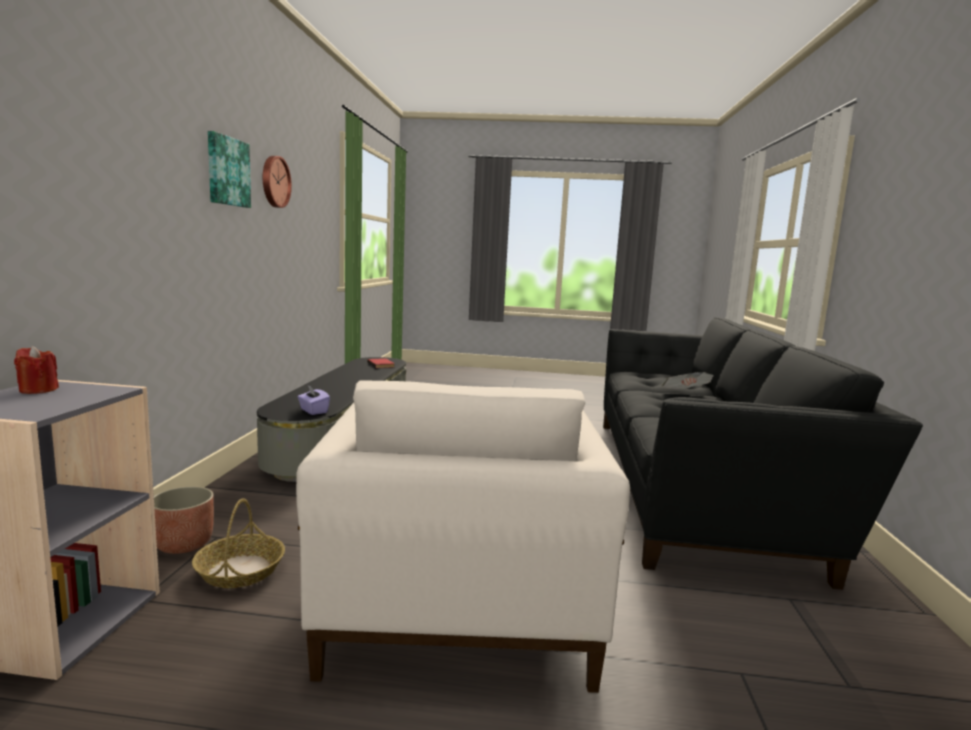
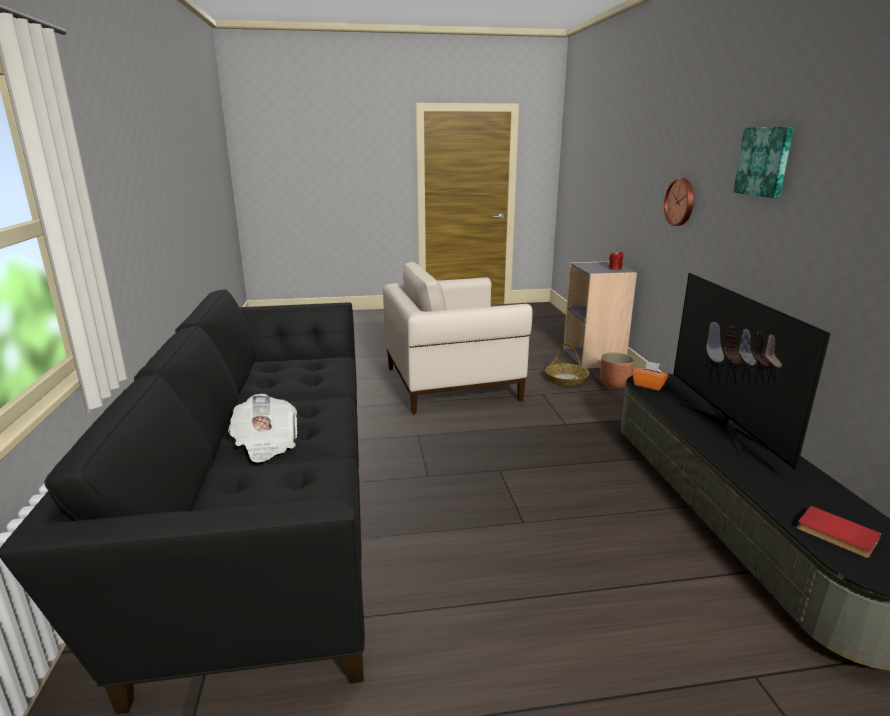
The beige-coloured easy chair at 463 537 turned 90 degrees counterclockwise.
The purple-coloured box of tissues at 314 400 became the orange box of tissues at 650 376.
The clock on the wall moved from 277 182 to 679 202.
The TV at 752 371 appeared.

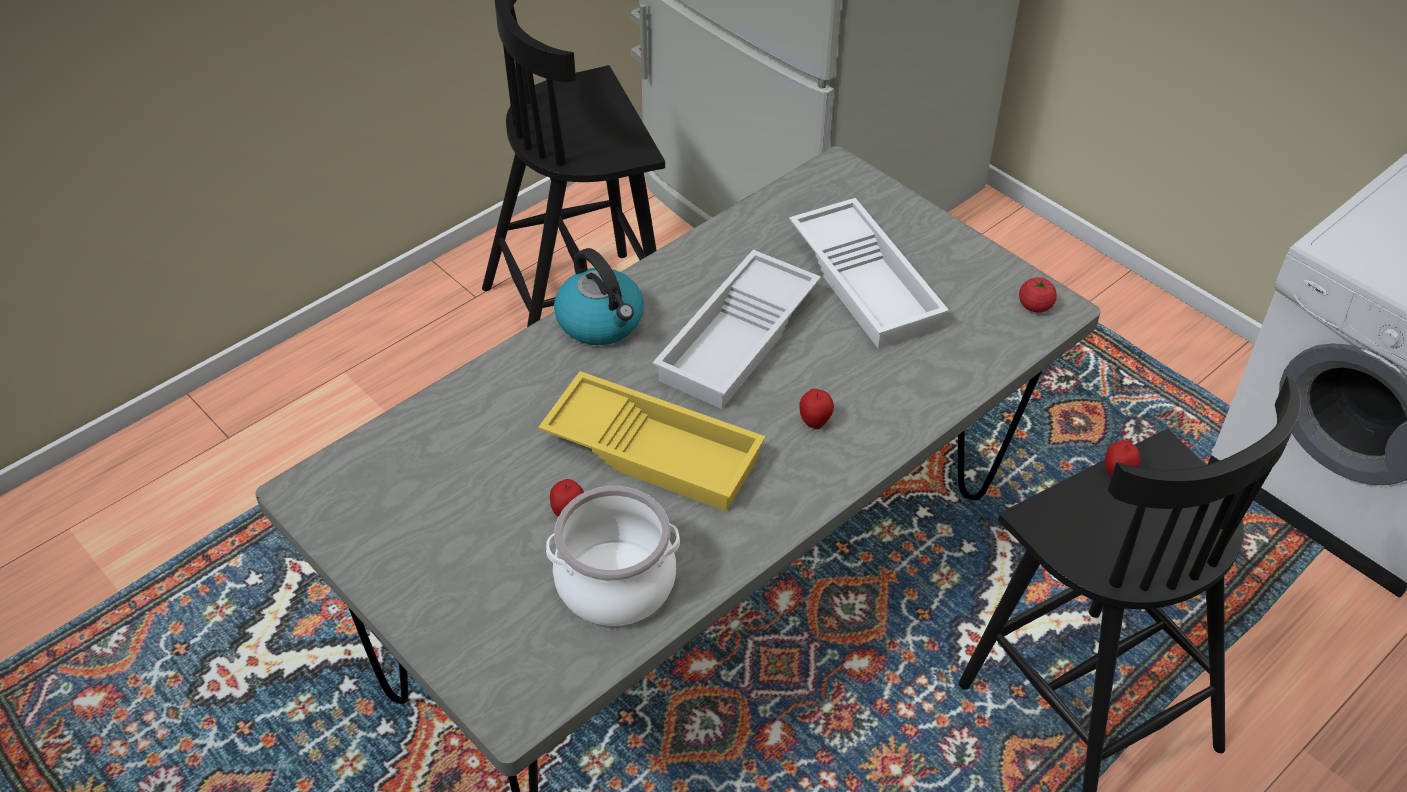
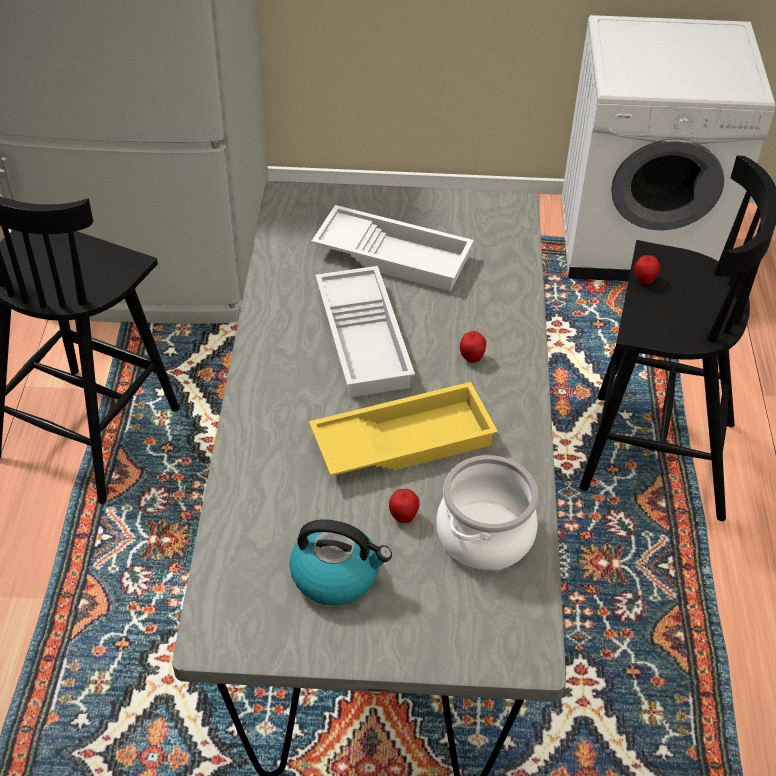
The kettle moved from 599 296 to 340 562.
The tomato at 1038 295 disappeared.

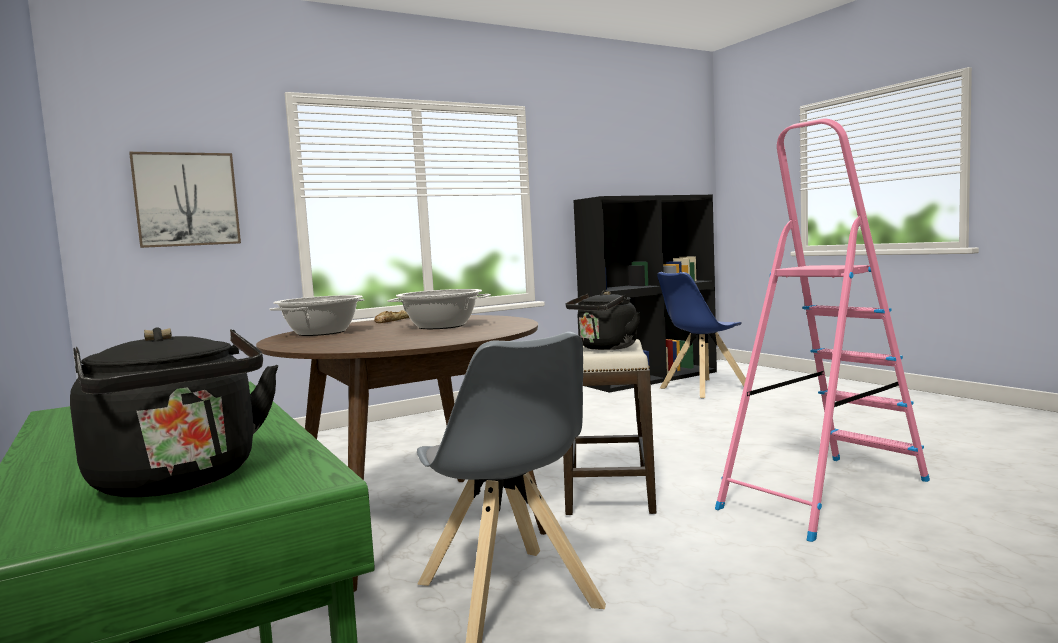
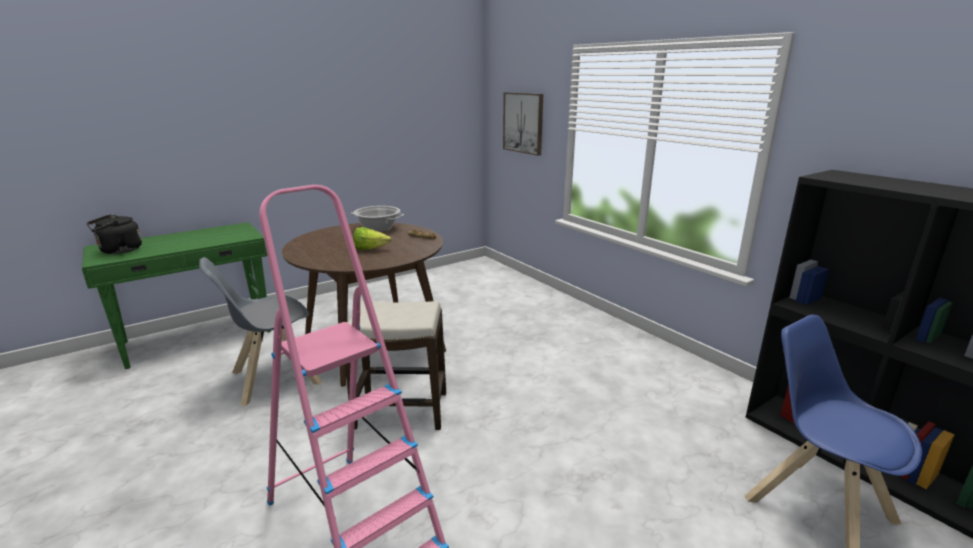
The cooking pot at 439 309 was replaced by the lettuce head at 372 238.
The black kettle at 602 320 disappeared.

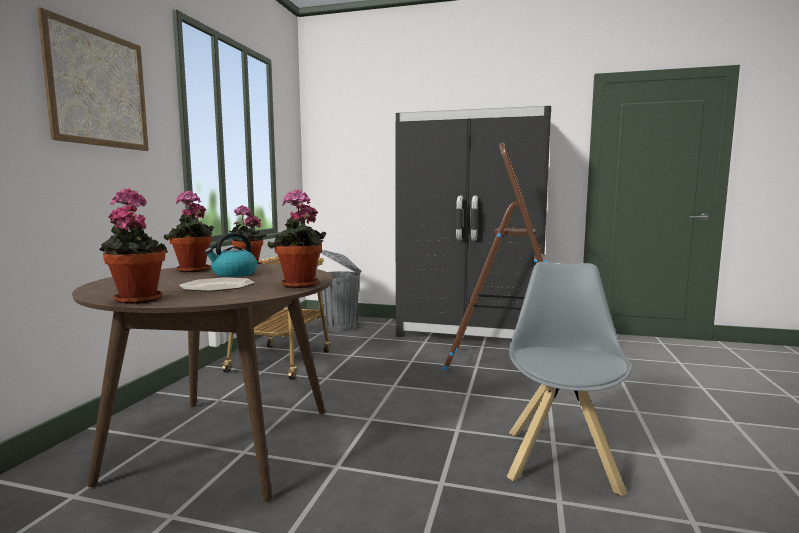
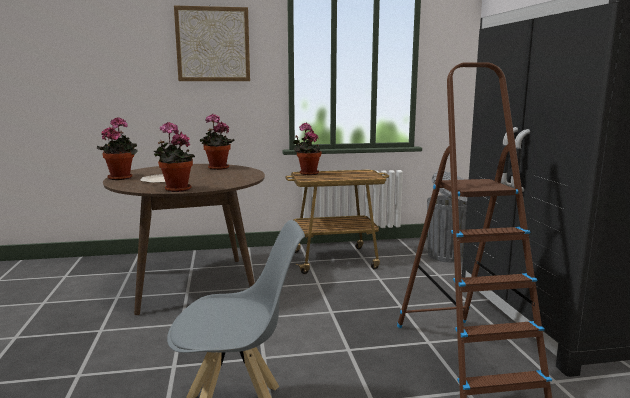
The kettle at 231 254 disappeared.

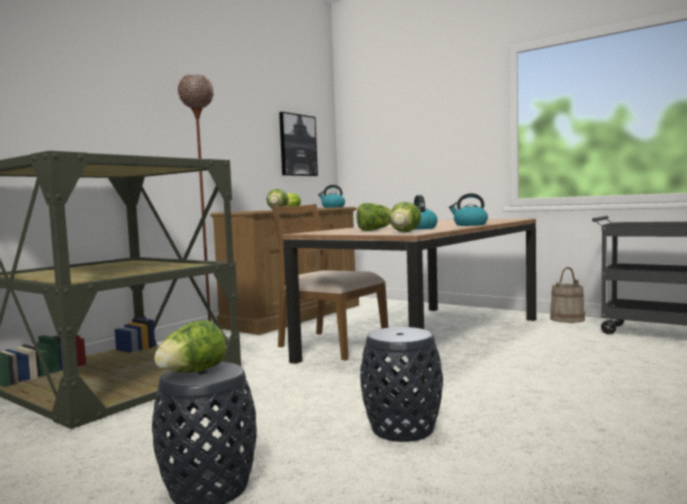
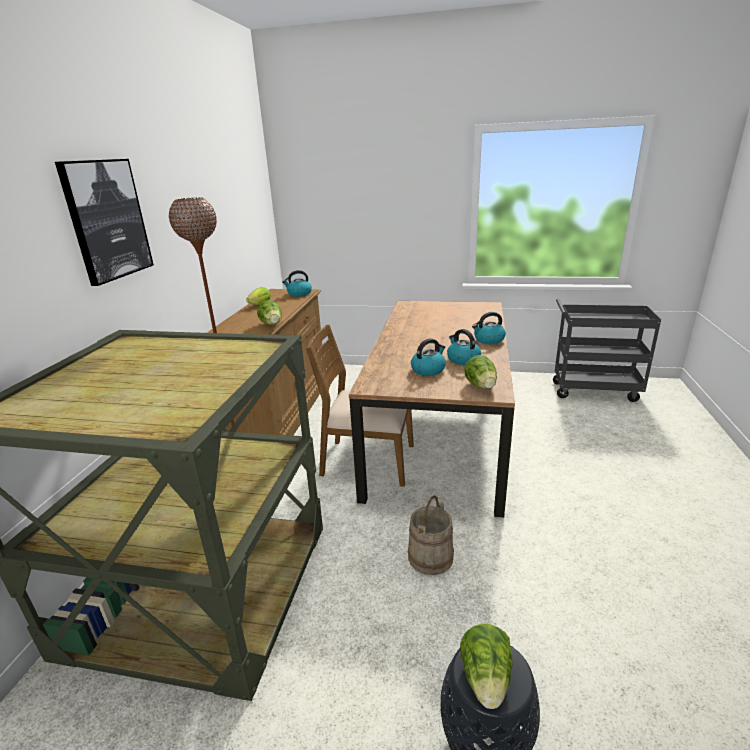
The picture moved from 298 144 to 104 222.
The beige-coloured water bucket moved from 567 295 to 431 535.
The lettuce head at 374 217 was replaced by the kettle at 428 357.
The black stool at 401 384 disappeared.

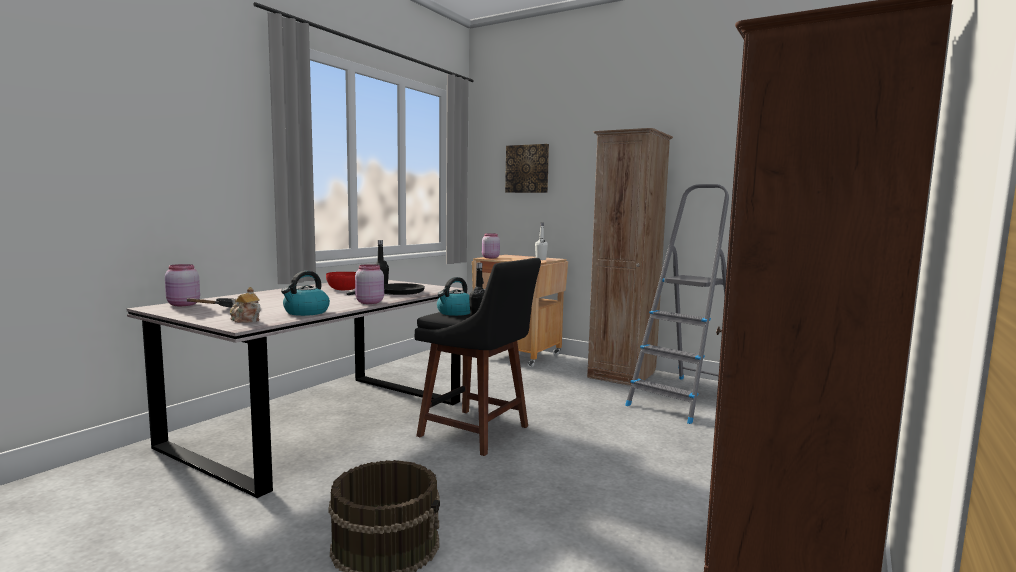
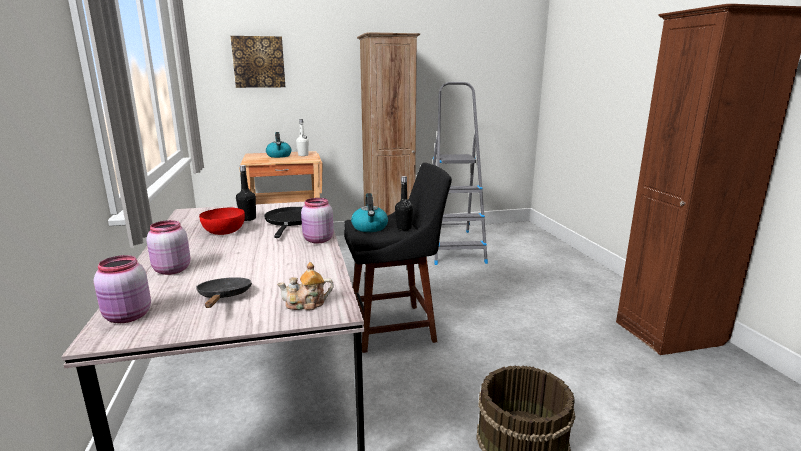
The pinkish jar moved from 491 245 to 169 247.
The kettle moved from 305 293 to 278 145.

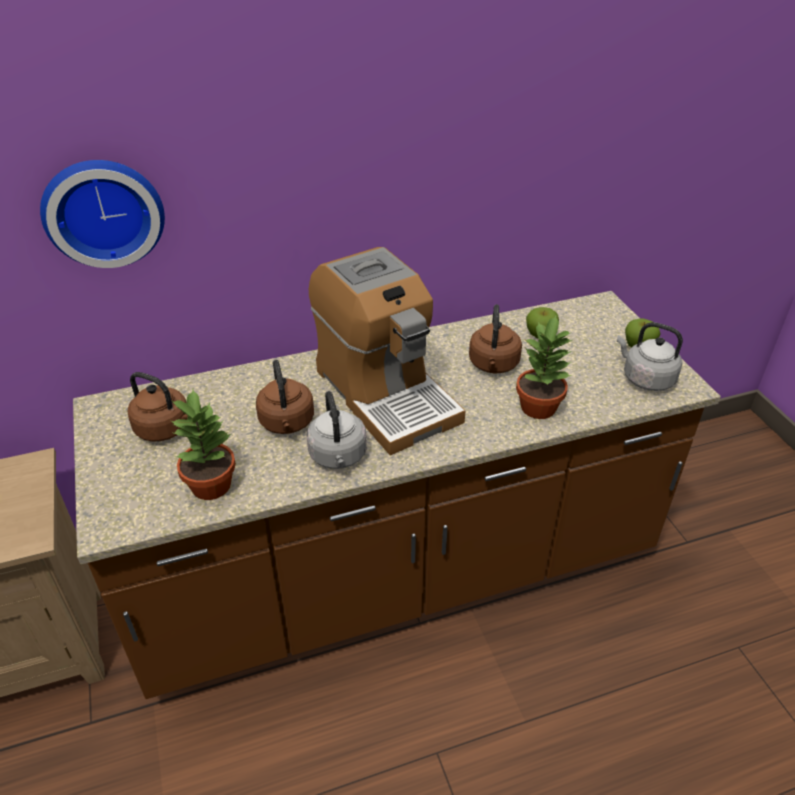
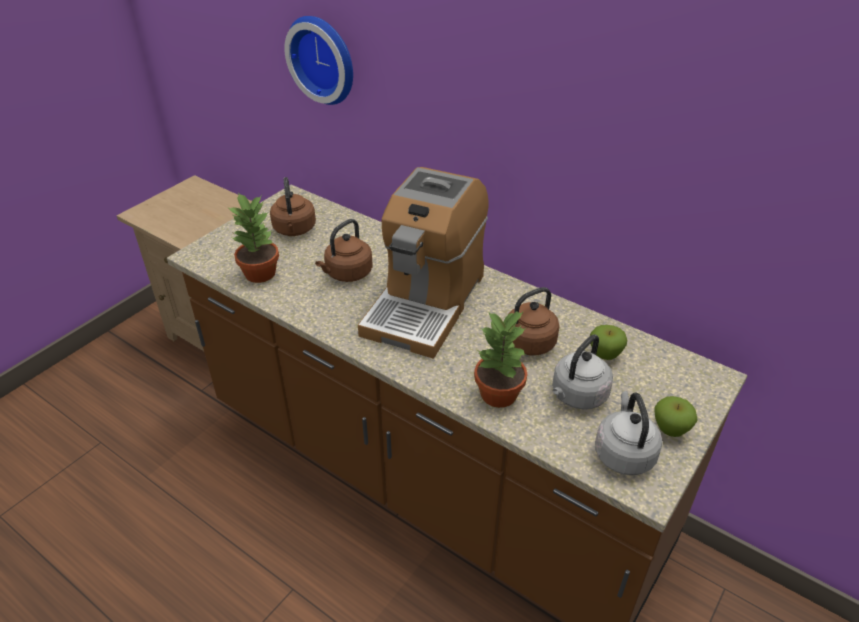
The gray kettle moved from 337 430 to 582 371.

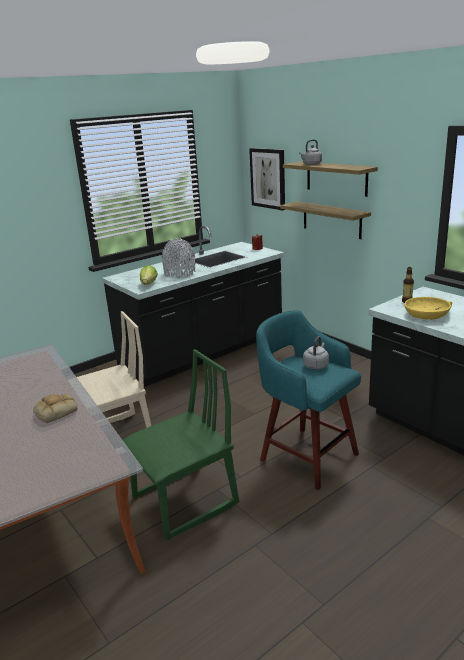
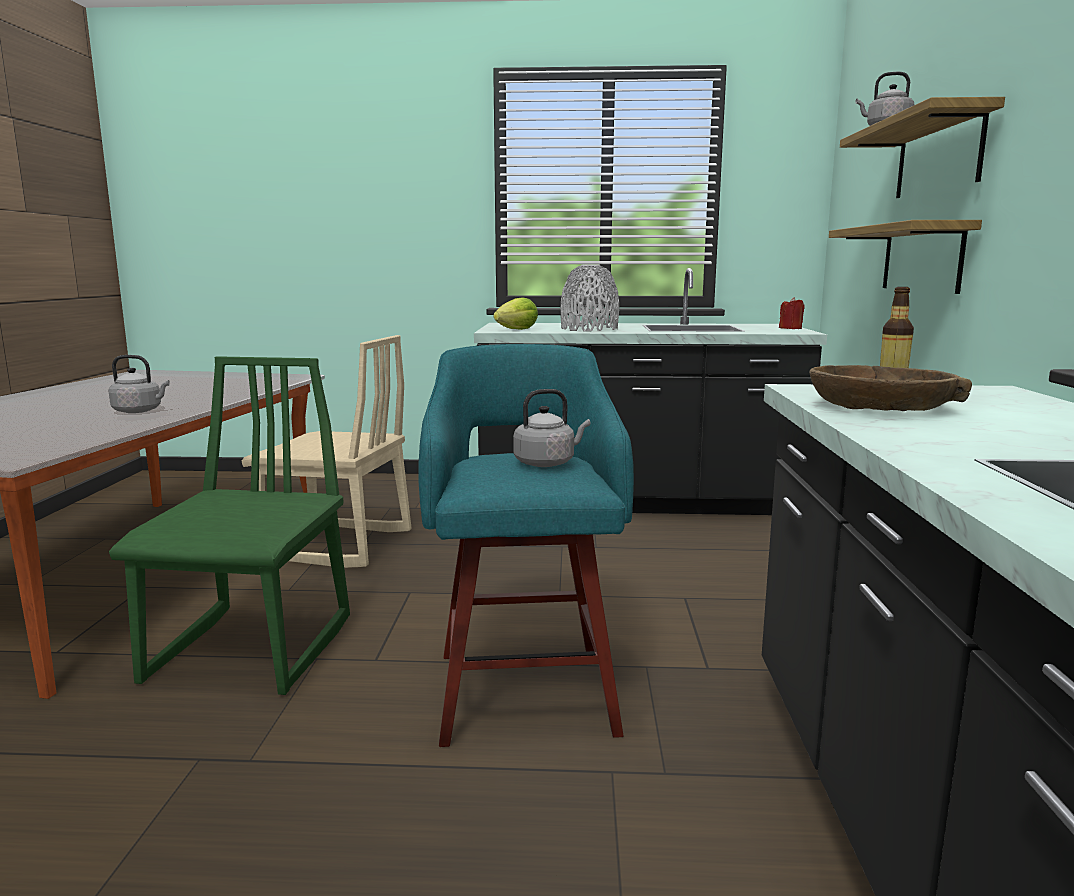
The bread at 55 408 was replaced by the gray kettle at 139 384.
The green-coloured chair at 181 445 turned 90 degrees counterclockwise.
The yellowish serving bowl at 428 308 became the brown serving bowl at 890 388.
The picture at 267 179 disappeared.

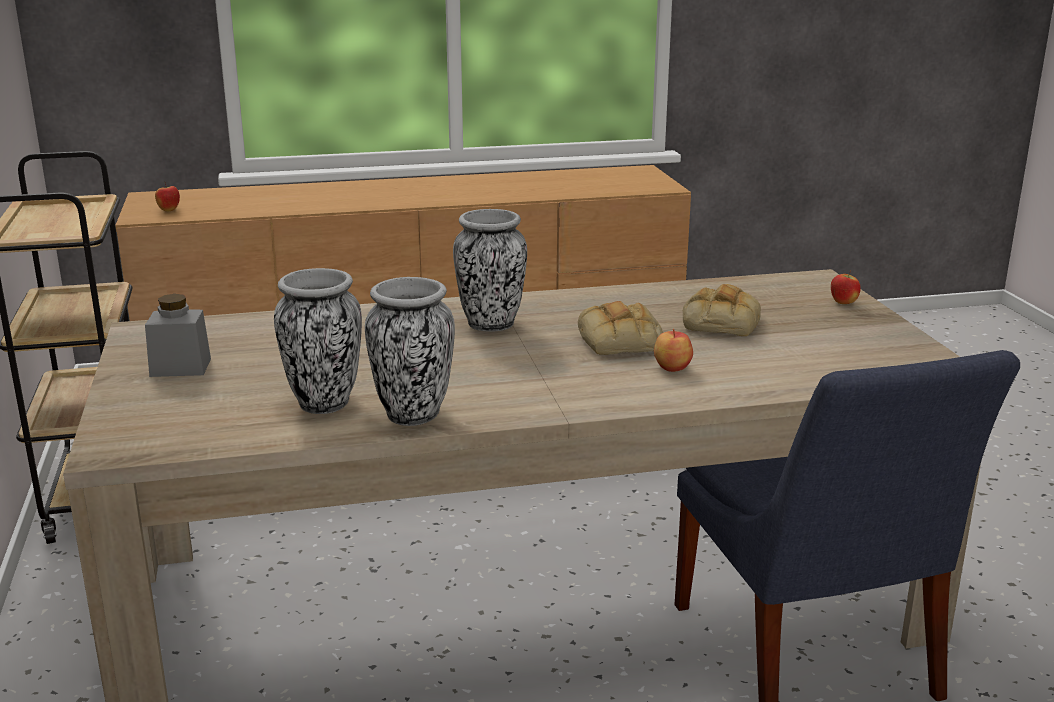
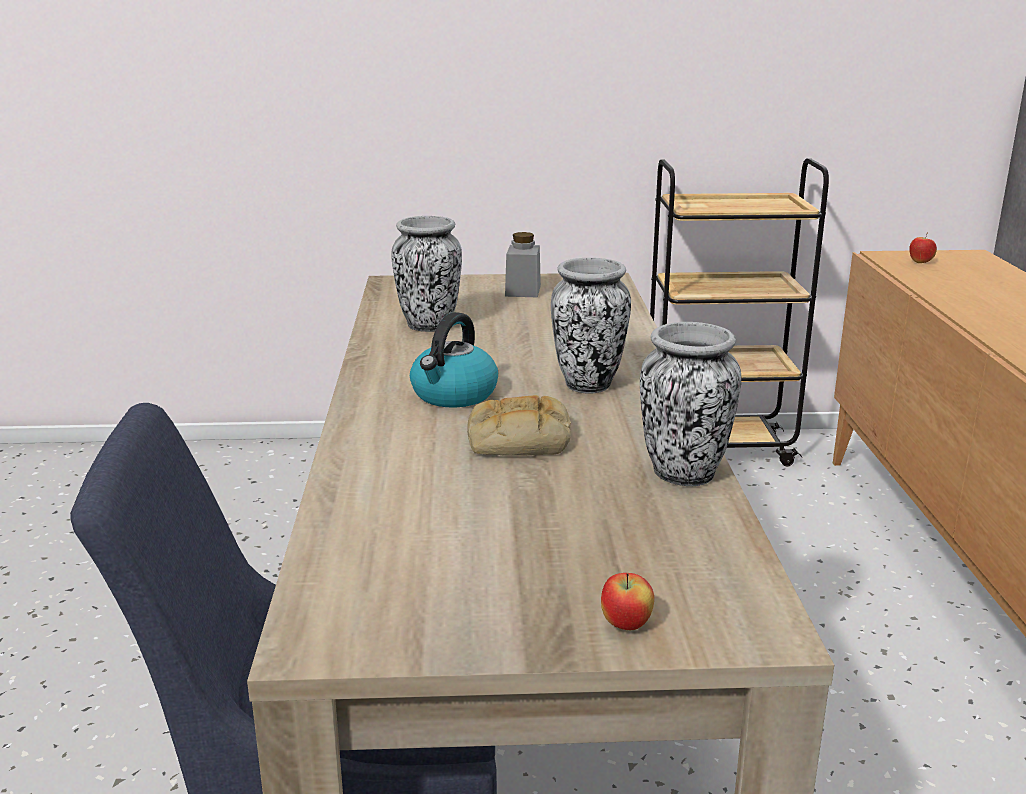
The kettle at 454 360 appeared.
The decorative vase moved from 410 351 to 690 404.
The apple at 673 350 disappeared.
The bread at 722 310 disappeared.

